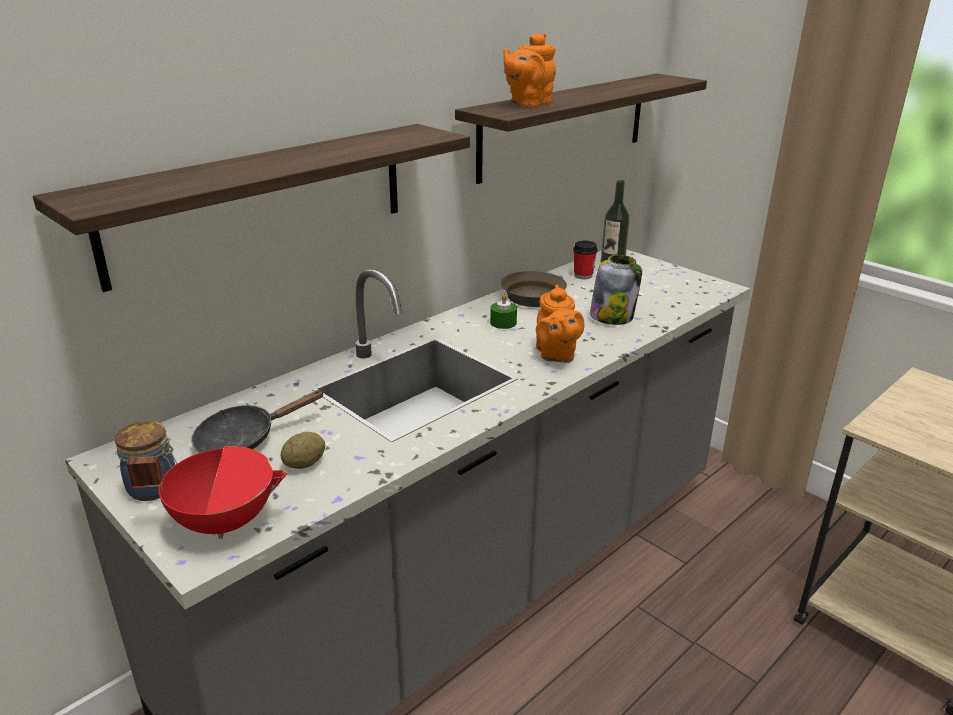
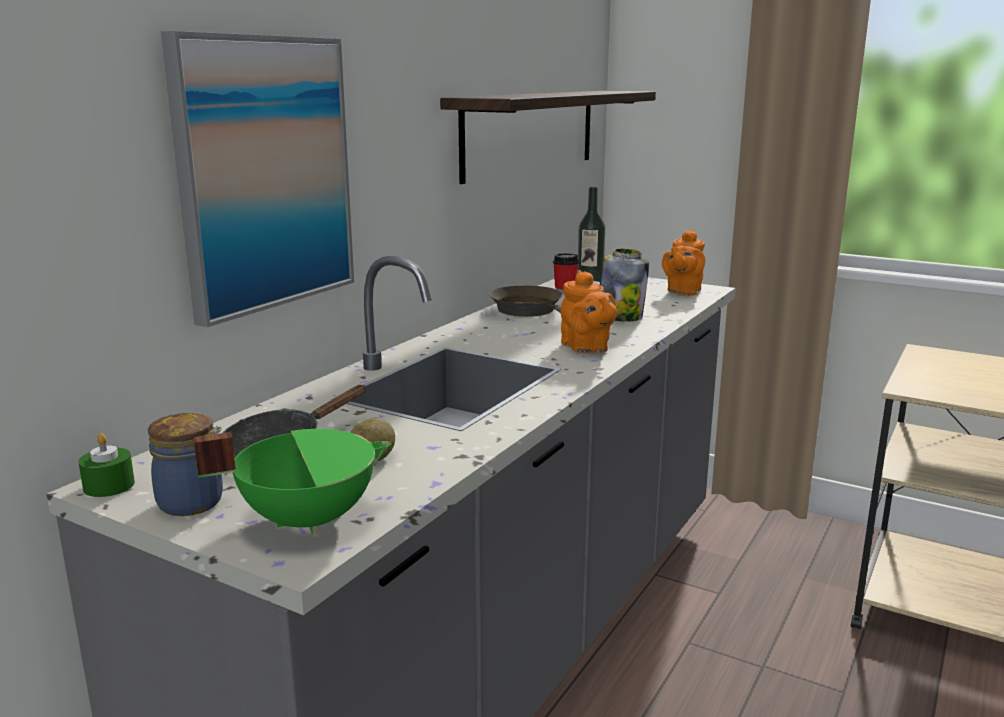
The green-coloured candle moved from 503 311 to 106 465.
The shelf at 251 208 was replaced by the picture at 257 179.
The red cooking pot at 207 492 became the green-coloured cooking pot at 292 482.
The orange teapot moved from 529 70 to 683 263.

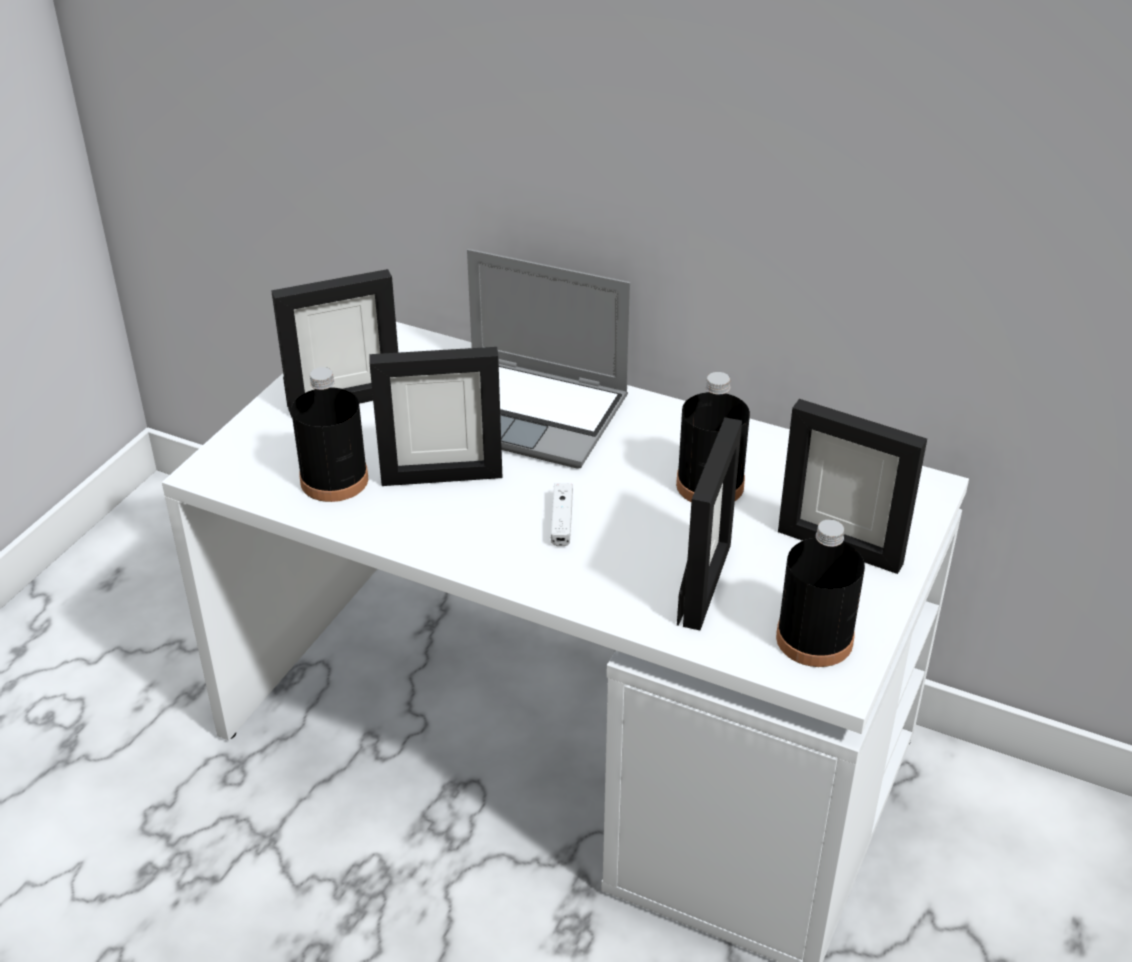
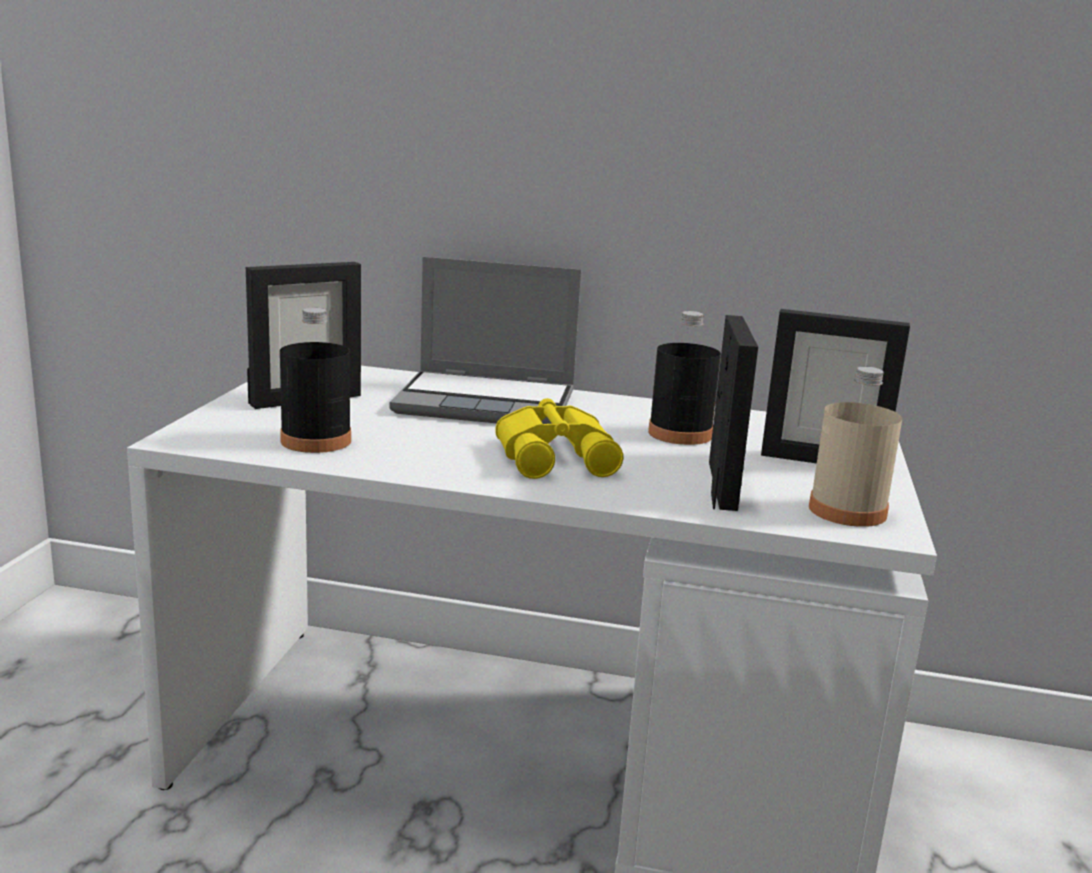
The whitish game controller at 562 514 was replaced by the yellowish field glasses at 559 438.
The black drink bottle at 820 593 became the beige-coloured drink bottle at 855 447.
The standing frame at 436 416 disappeared.

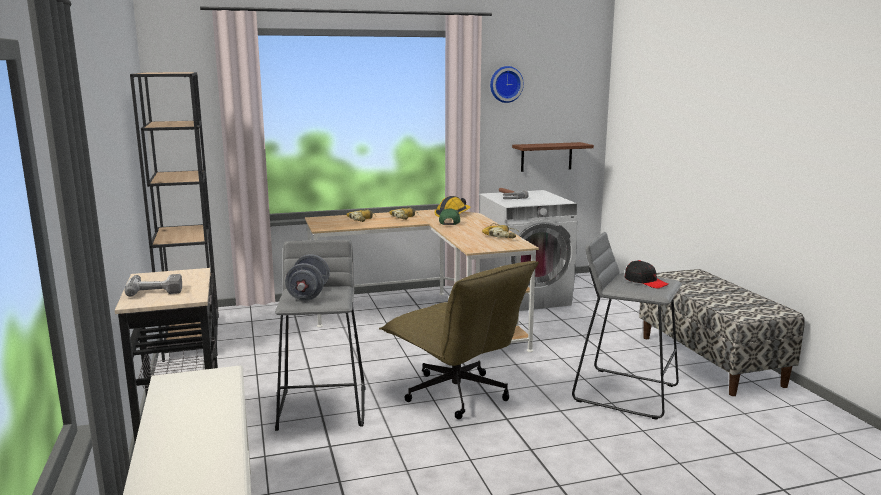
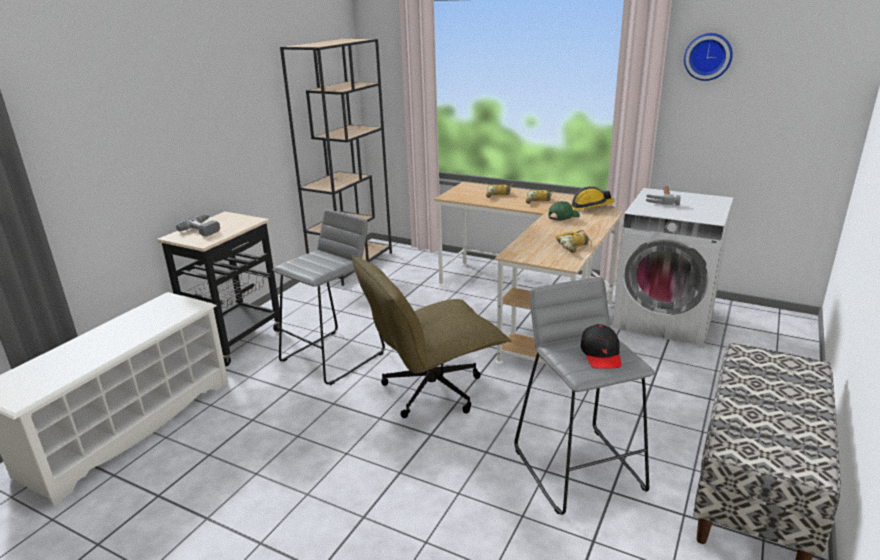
The beige-coloured desk chair at 459 340 turned 60 degrees clockwise.
The gray free weight at 307 277 disappeared.
The brown shelf at 553 157 disappeared.

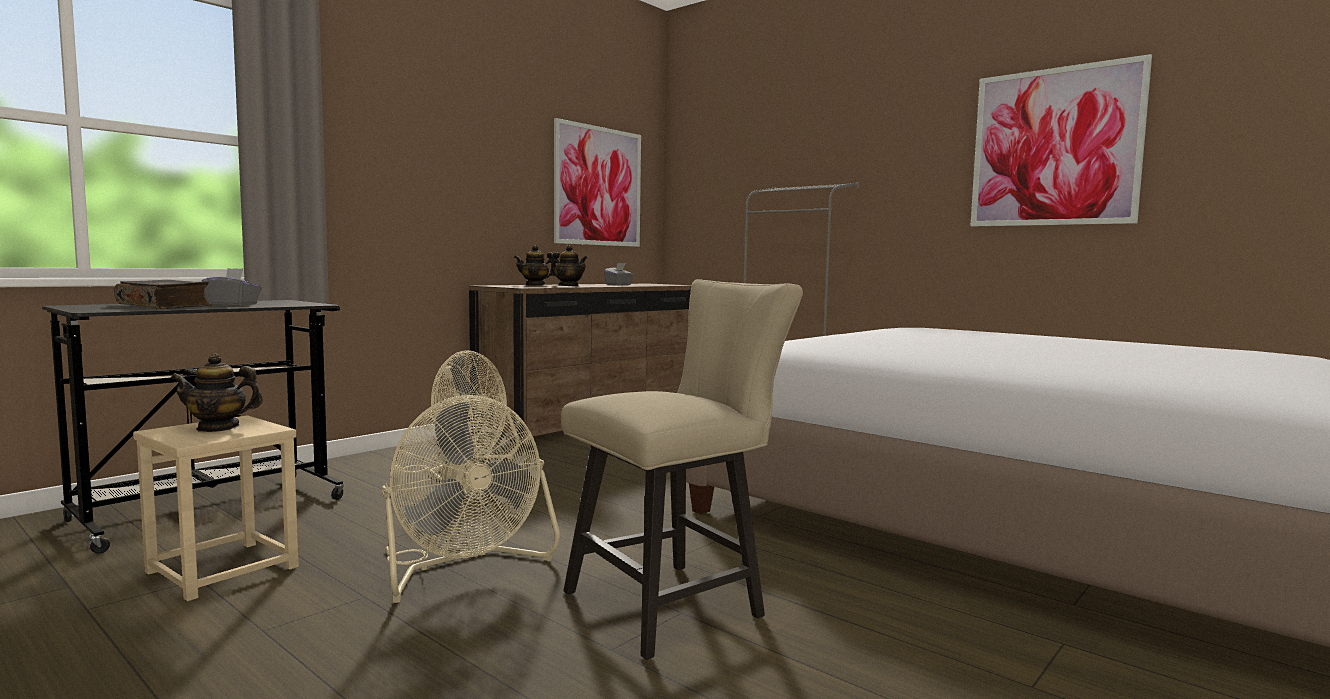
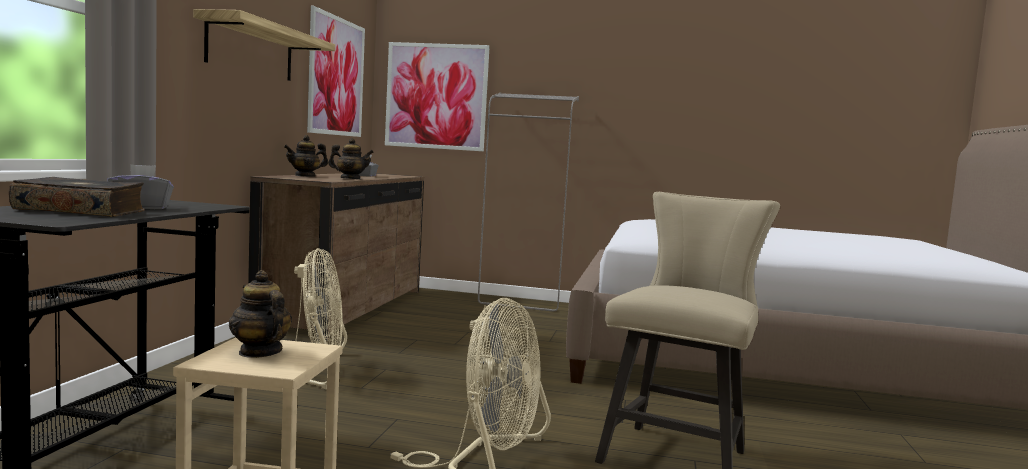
The shelf at 264 45 appeared.
The teapot at 217 393 turned 90 degrees clockwise.
The picture moved from 1061 140 to 437 96.

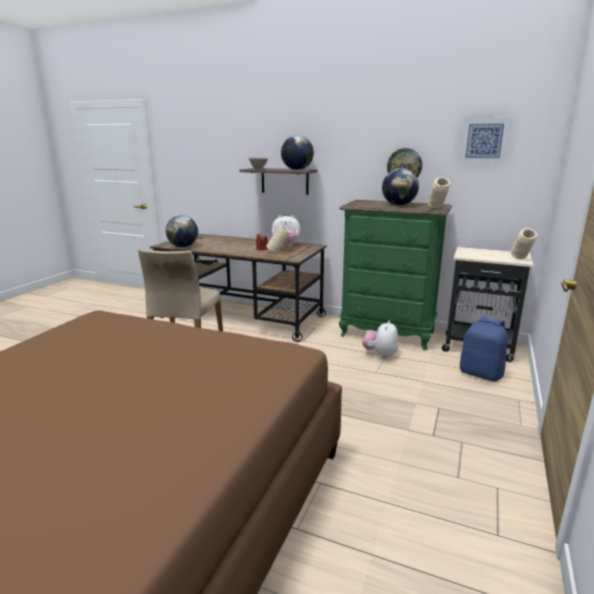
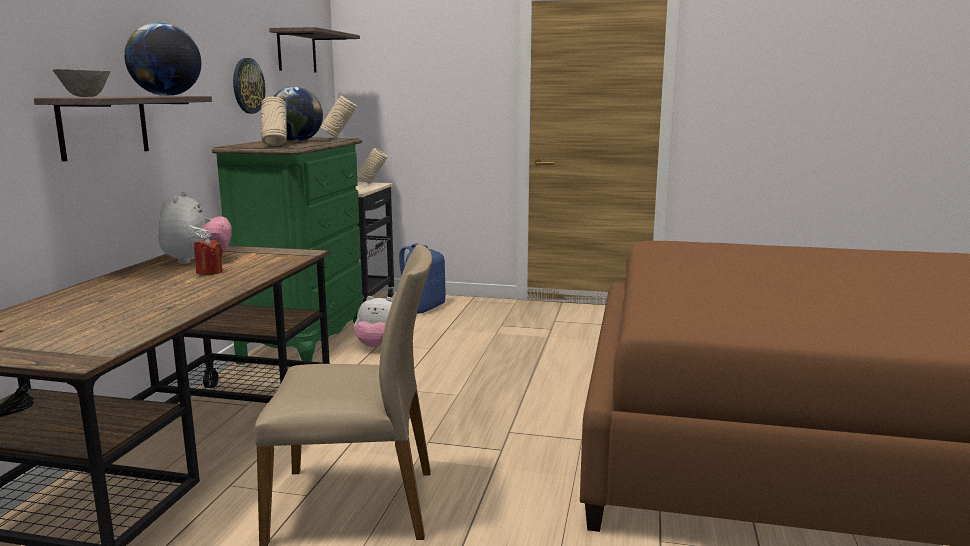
The beige-coloured decorative vase moved from 278 239 to 274 121.
The picture at 485 140 was replaced by the shelf at 314 49.
The world globe at 182 231 disappeared.

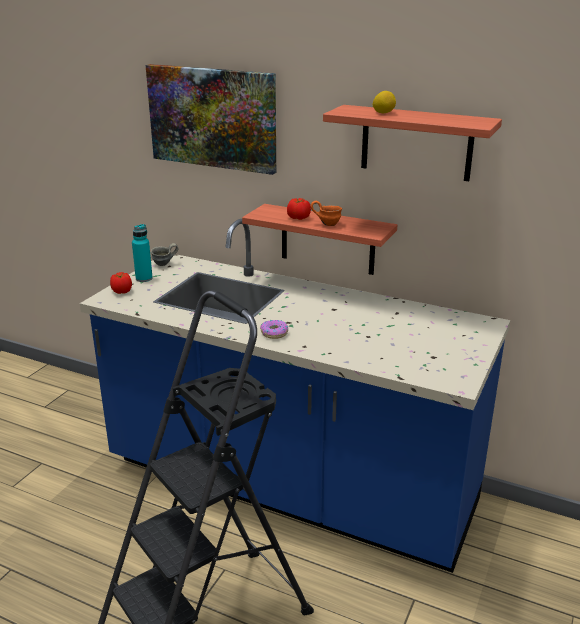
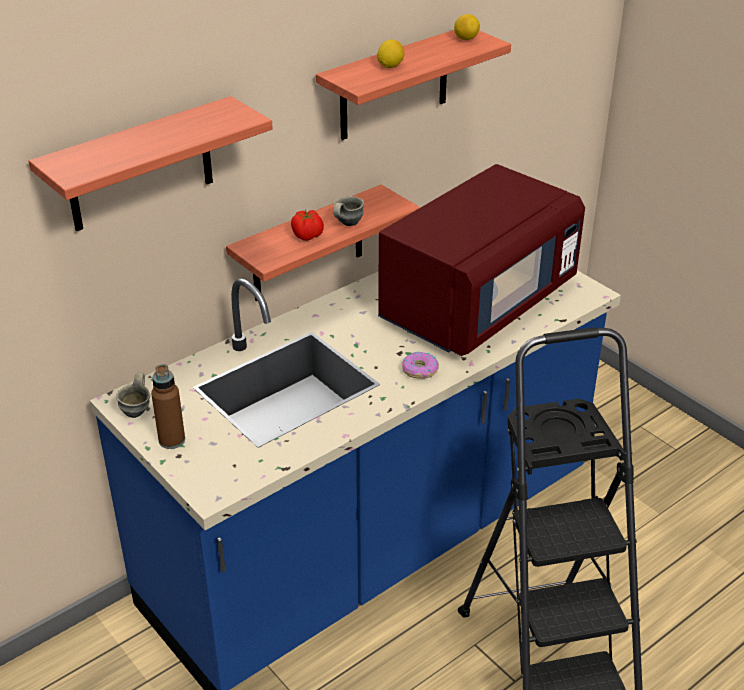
The picture at 211 119 was replaced by the shelf at 151 163.
The turquoise drink bottle at 142 253 became the brown drink bottle at 168 406.
The orange tea mug at 326 213 became the gray tea mug at 348 211.
The red microwave at 481 260 appeared.
The lemon at 467 27 appeared.
The tomato at 121 283 disappeared.

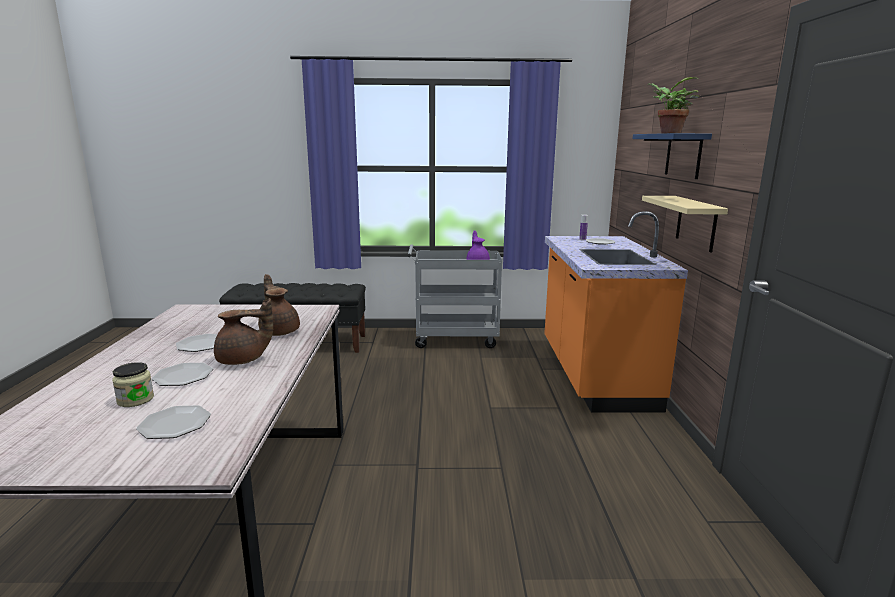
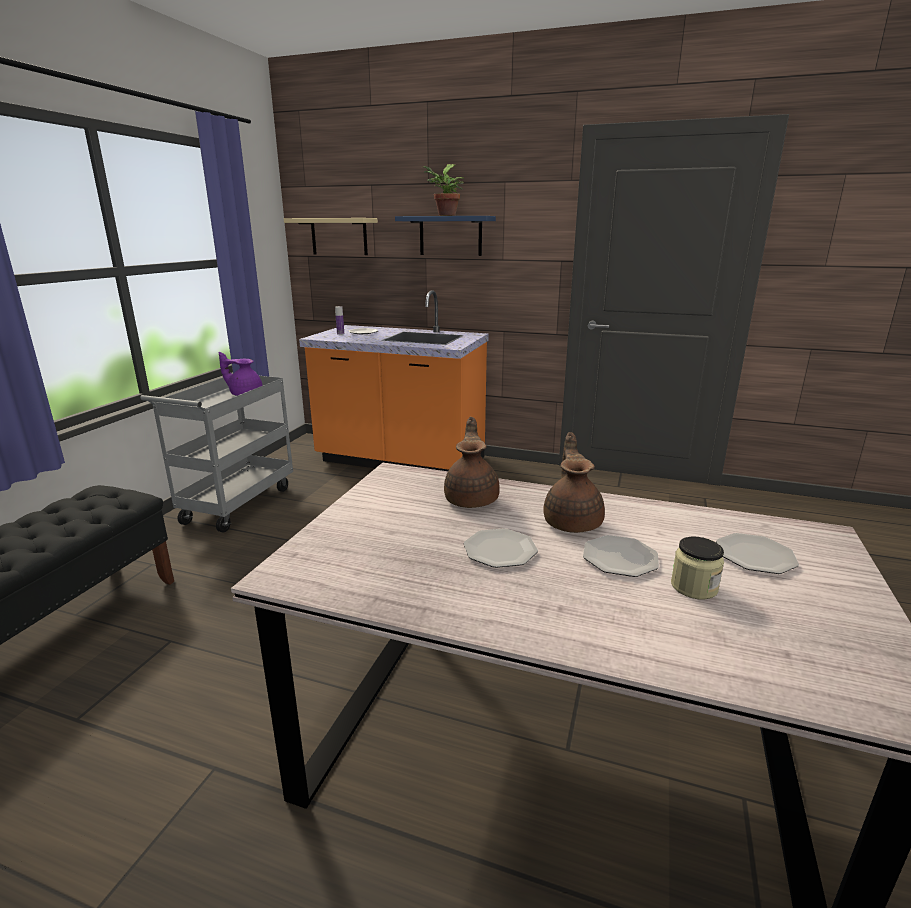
The beige-coloured shelf moved from 685 224 to 331 236.
The brown teapot at 279 305 turned 105 degrees clockwise.

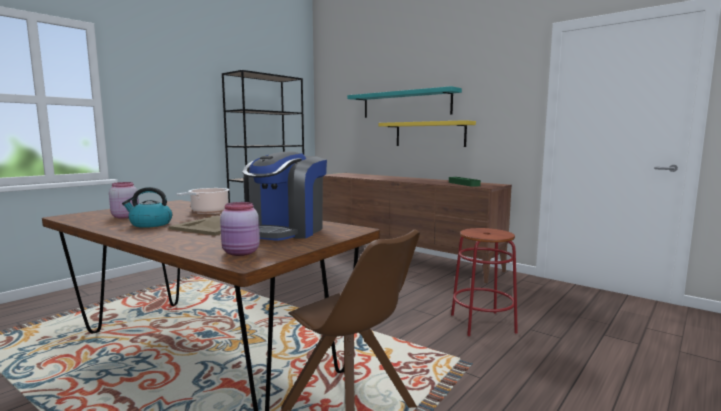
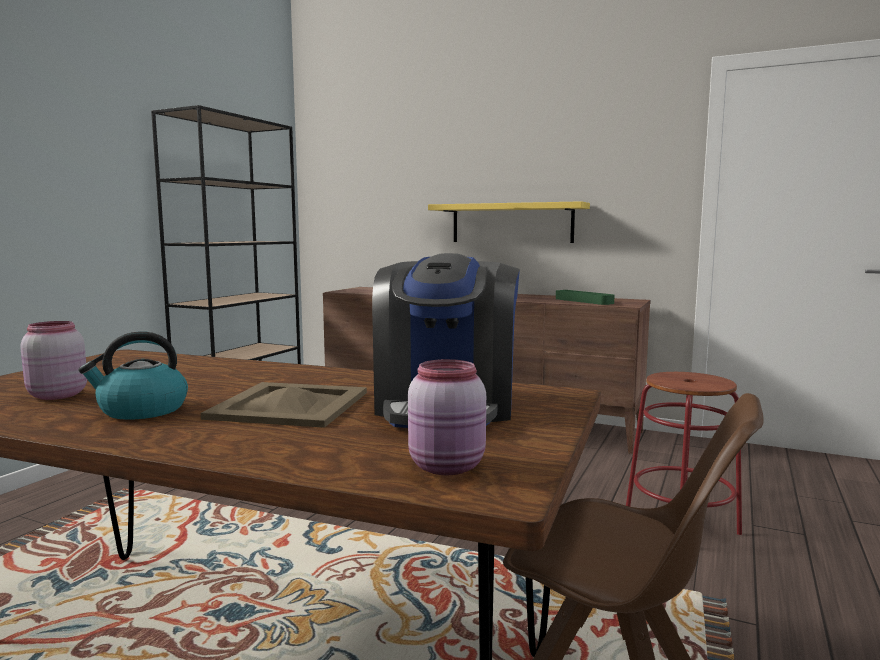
The cooking pot at 203 200 disappeared.
The turquoise shelf at 404 102 disappeared.

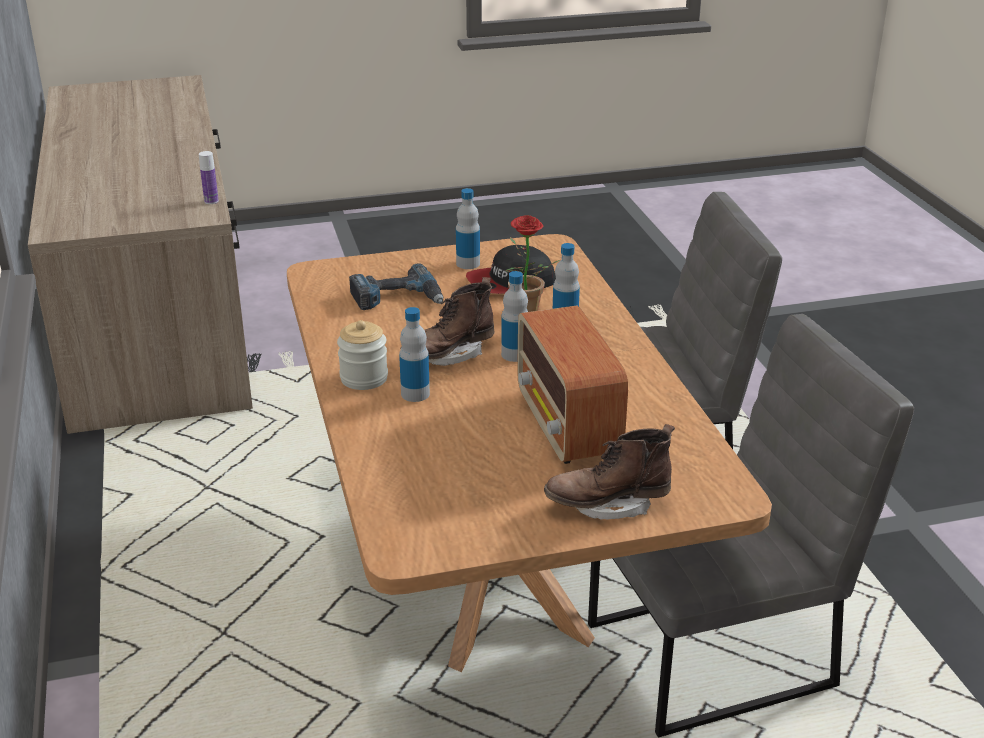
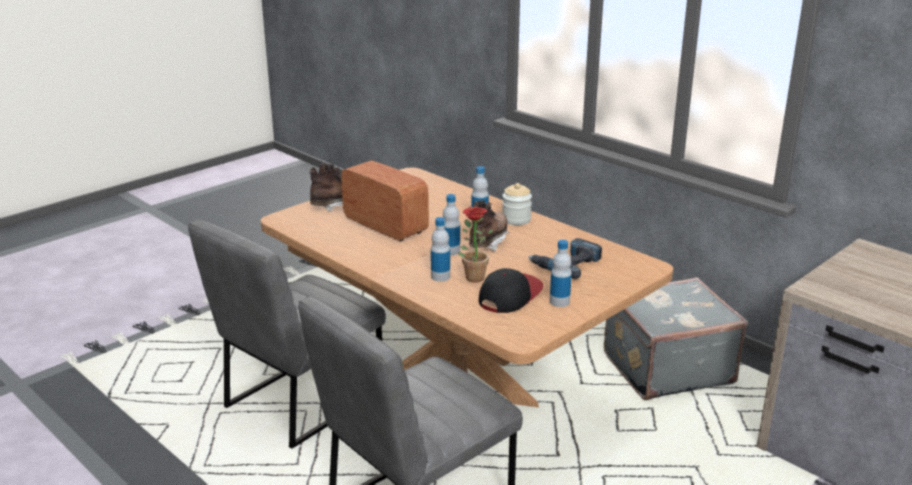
The gray suitcase at 676 338 appeared.
The drink bottle at 209 177 disappeared.

